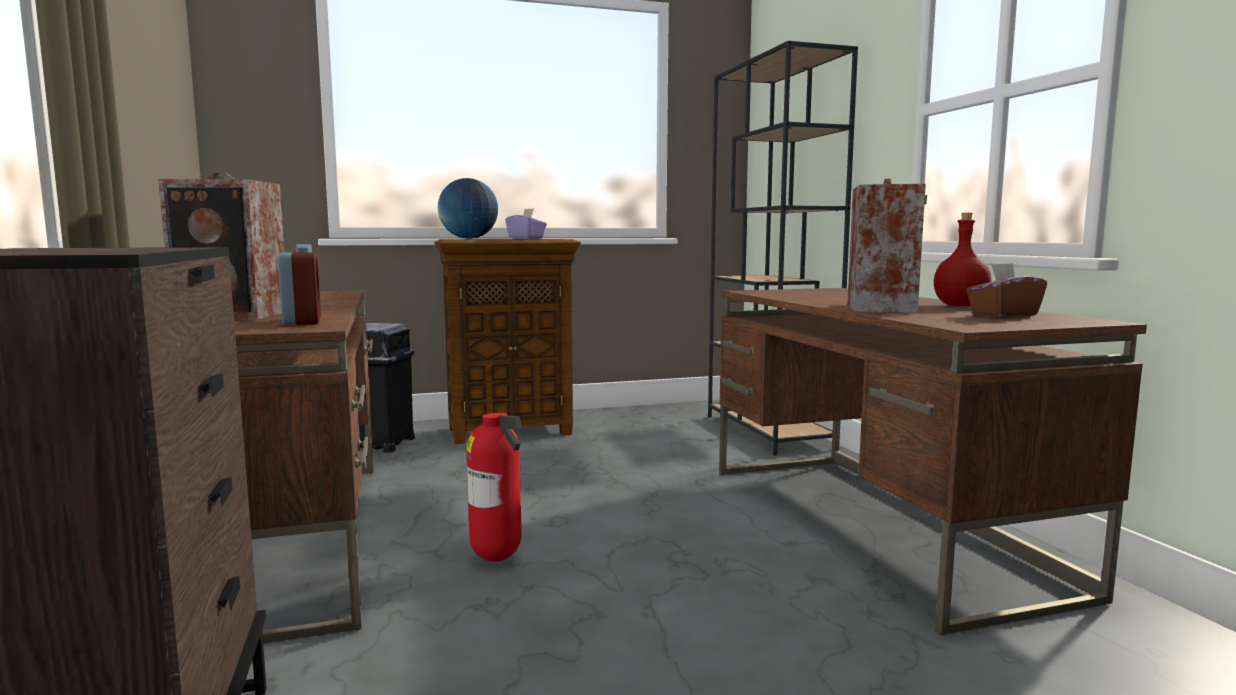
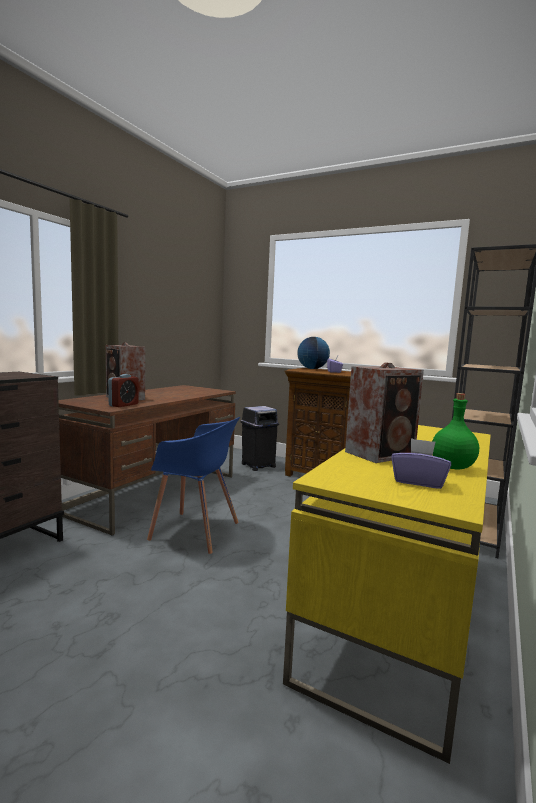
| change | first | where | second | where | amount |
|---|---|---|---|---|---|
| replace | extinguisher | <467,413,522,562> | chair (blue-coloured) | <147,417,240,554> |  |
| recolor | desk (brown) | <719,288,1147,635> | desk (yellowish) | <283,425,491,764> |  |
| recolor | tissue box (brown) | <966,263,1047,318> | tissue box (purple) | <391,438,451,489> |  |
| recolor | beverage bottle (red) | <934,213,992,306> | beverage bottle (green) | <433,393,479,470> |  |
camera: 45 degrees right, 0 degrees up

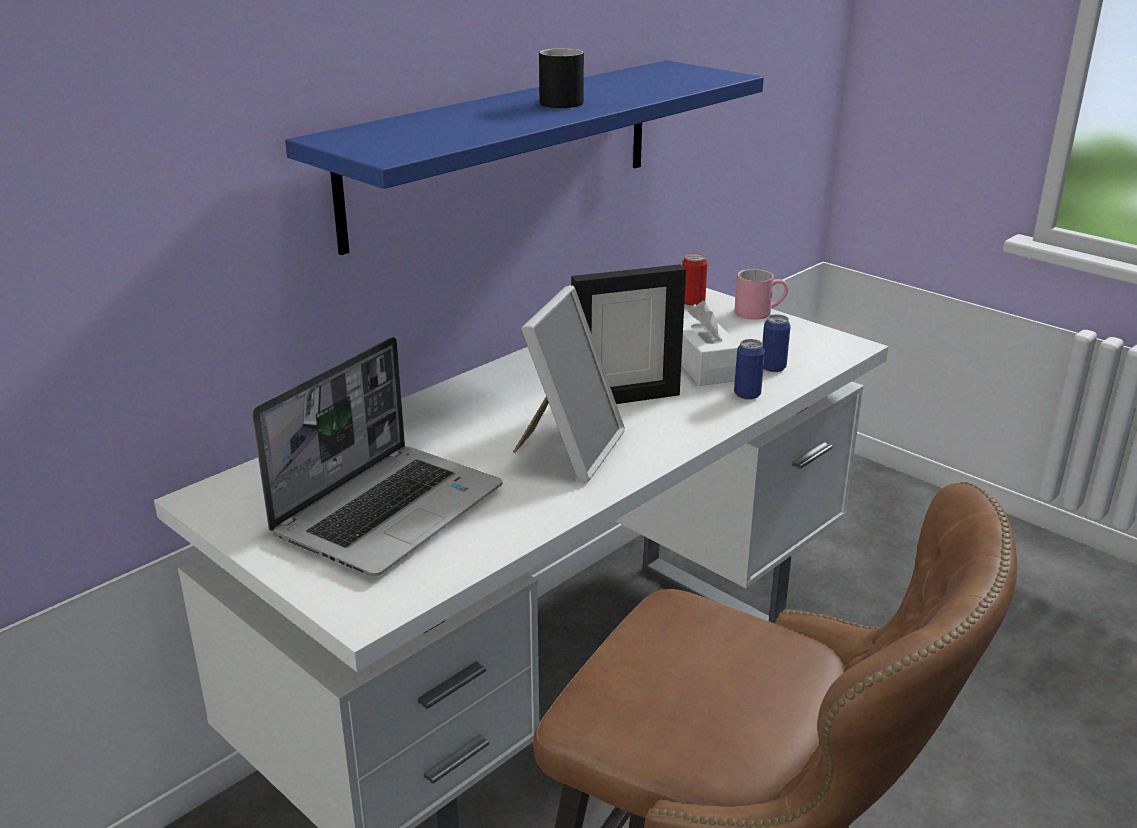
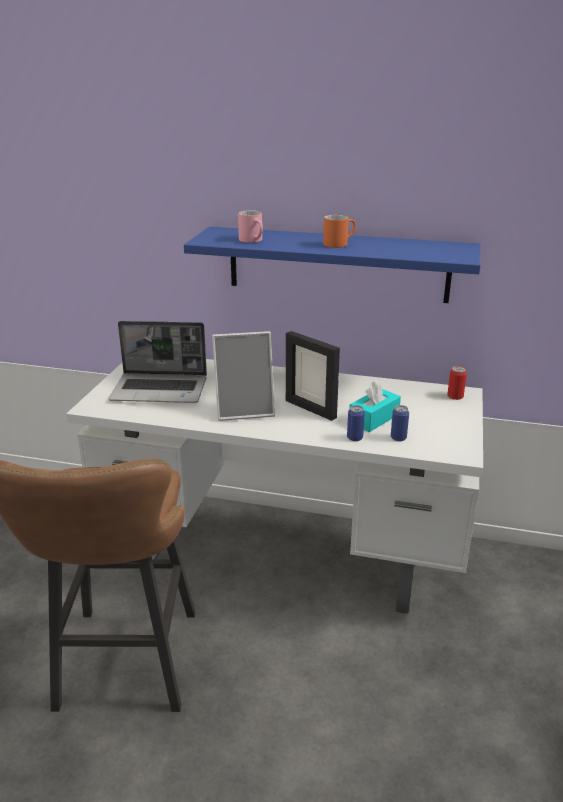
| change | first | where | second | where | amount |
|---|---|---|---|---|---|
| move | tea mug (pink) | <735,269,788,320> |  | <238,210,263,243> |  |
| recolor | tea mug (black-coloured) | <539,48,584,108> | tea mug (orange-coloured) | <323,215,356,248> |  |
| recolor | tissue box (white-coloured) | <681,301,740,386> | tissue box (turquoise-coloured) | <349,380,401,432> |  |
camera: 60 degrees right, 0 degrees up

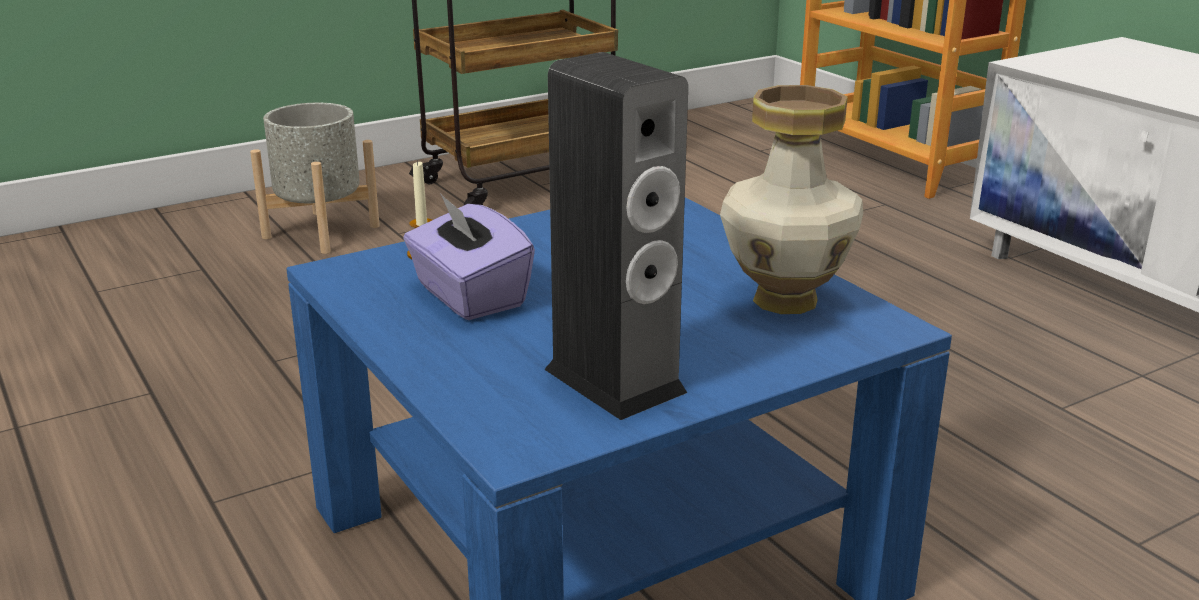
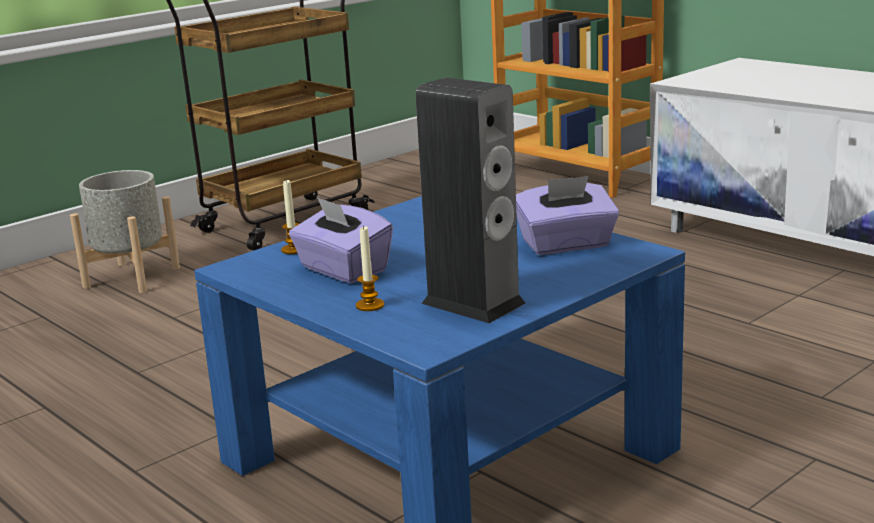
| change | first | where | second | where | amount |
|---|---|---|---|---|---|
| insert |  |  | wax candle | <356,225,384,311> |  |
| replace | flower vase | <720,85,863,314> | tissue box (purple) | <516,176,619,255> |  |
camera: 10 degrees left, 5 degrees down

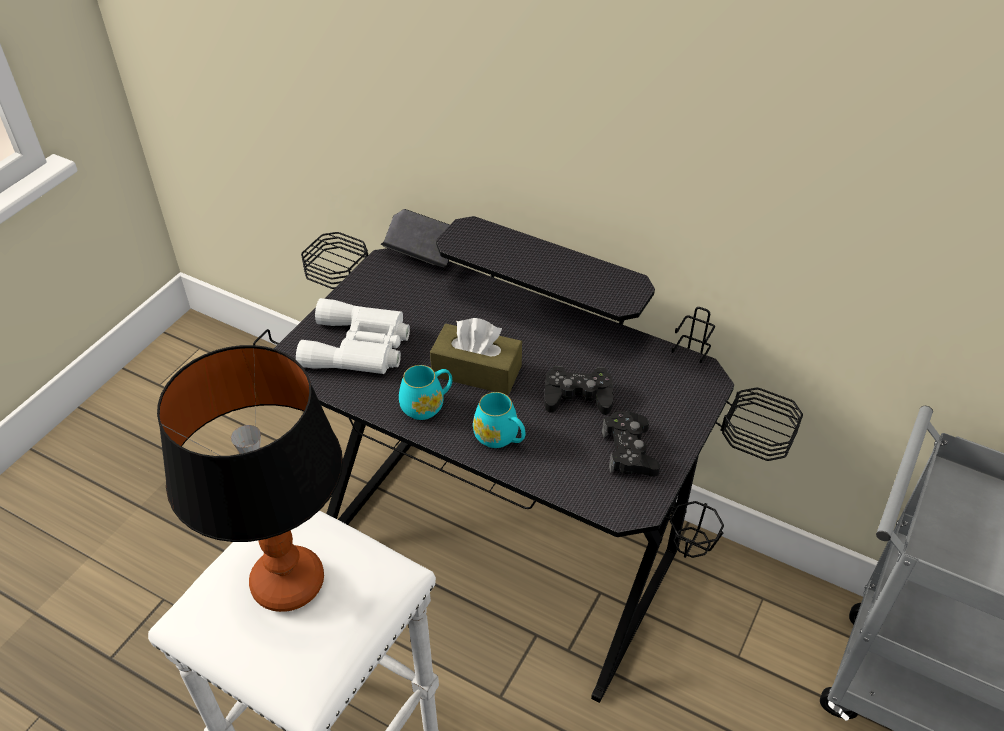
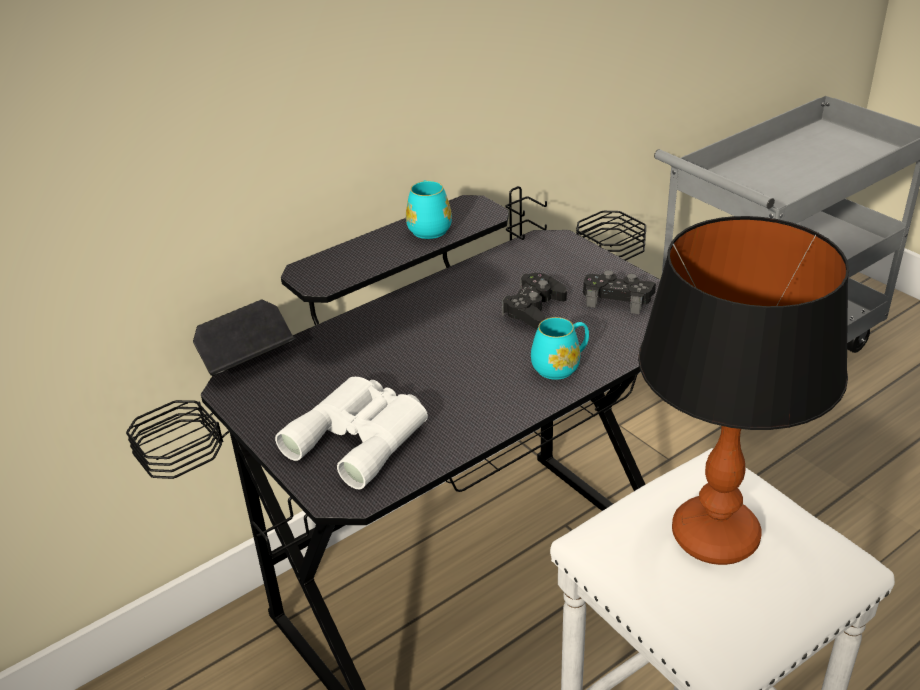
| change | first | where | second | where | amount |
|---|---|---|---|---|---|
| move | tea mug (turquoise-coloured) | <399,365,452,420> |  | <406,180,452,239> |  |
| delete | tissue box (brown) | <430,318,522,395> |  |  |  |
camera: 65 degrees left, 10 degrees down

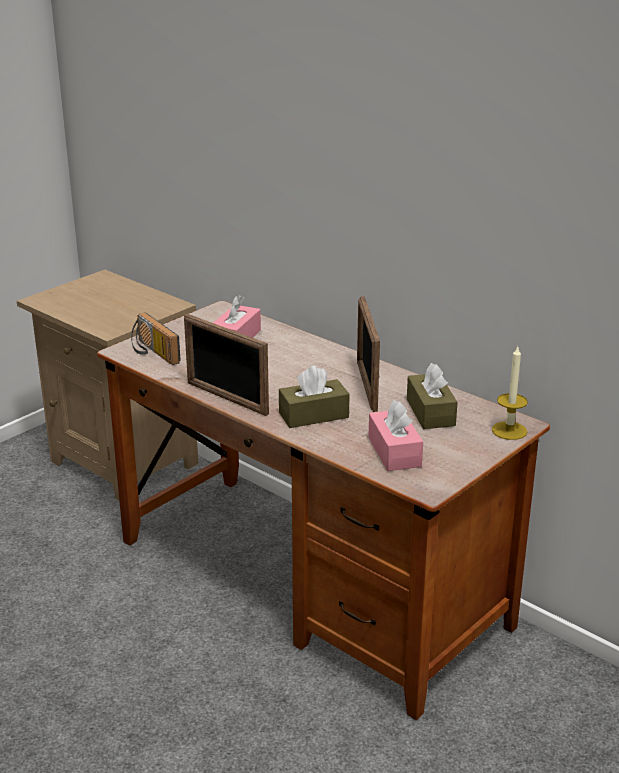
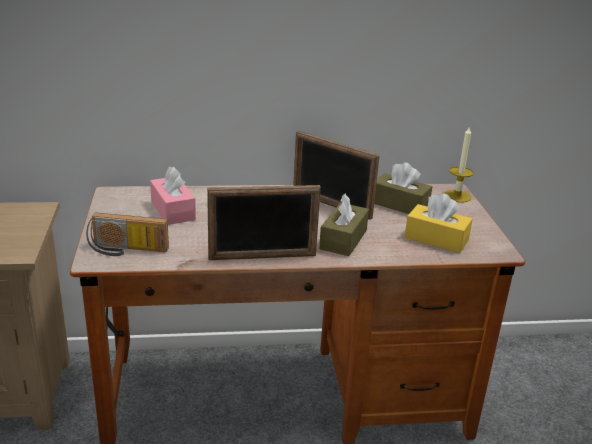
| change | first | where | second | where | amount |
|---|---|---|---|---|---|
| recolor | tissue box (pink) | <368,400,423,471> | tissue box (yellowish) | <405,194,473,253> |  |
camera: 50 degrees left, 0 degrees up

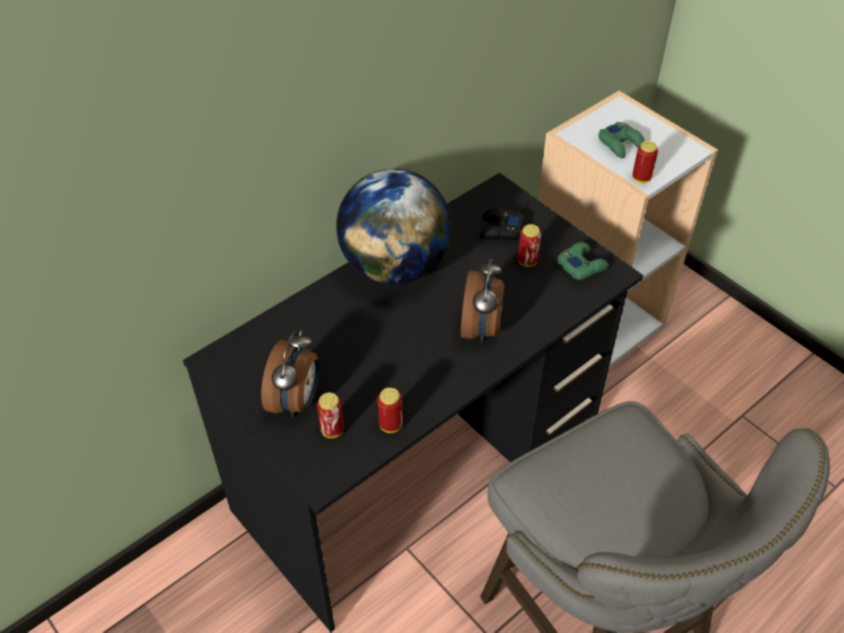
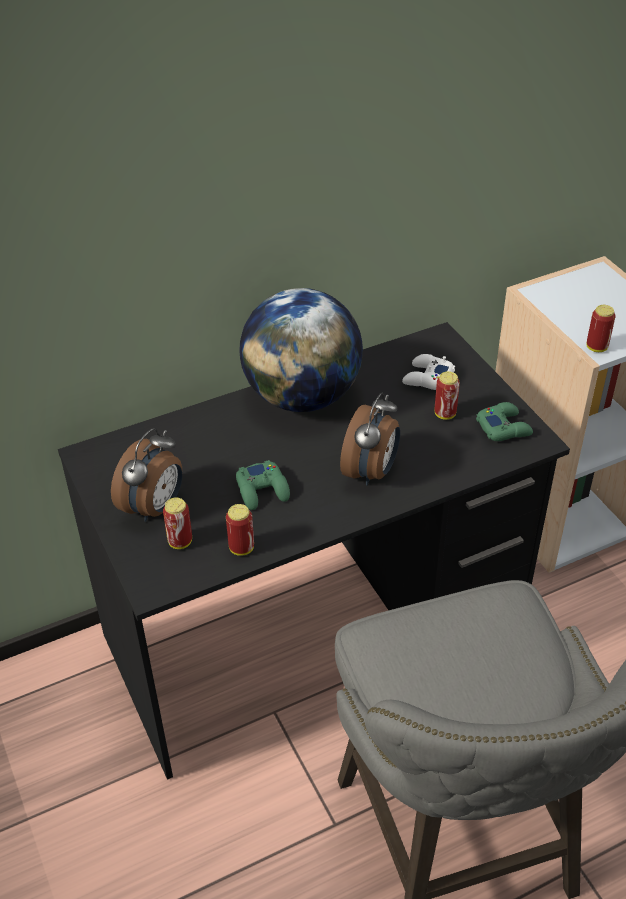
| change | first | where | second | where | amount |
|---|---|---|---|---|---|
| move | joypad (green) | <598,122,645,158> |  | <236,460,290,510> |  |
| recolor | joypad (black-coloured) | <480,208,524,240> | joypad (white-coloured) | <402,354,455,390> |  |
camera: 15 degrees right, 5 degrees down

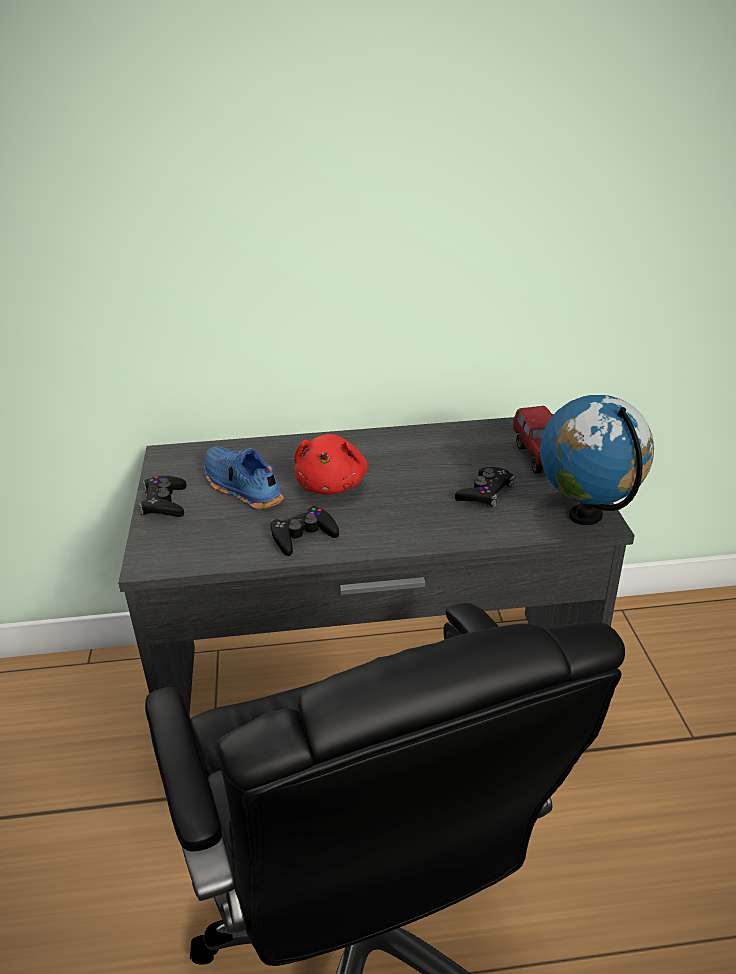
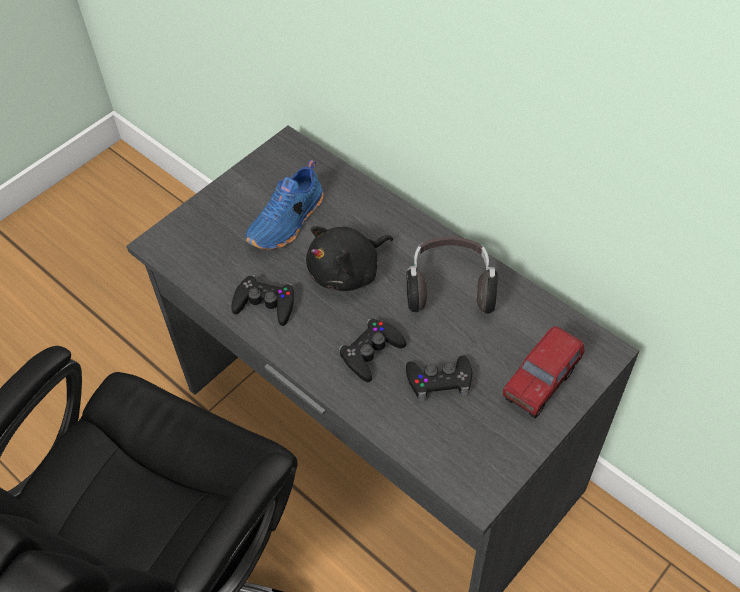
| change | first | where | second | where | amount |
|---|---|---|---|---|---|
| rotate | shoe (blue-coloured) | <204,446,284,509> |  | <245,160,324,250> | 150 degrees counterclockwise |
| recolor | soft toy (red) | <295,434,368,495> | soft toy (black-coloured) | <306,226,393,291> |  |
| move | joypad (black-coloured) | <139,476,187,517> |  | <339,319,406,382> |  |
| insert |  |  | pair of headphones | <406,237,498,314> |  |
| delete | globe | <540,395,654,525> |  |  |  |
camera: 50 degrees right, 20 degrees up

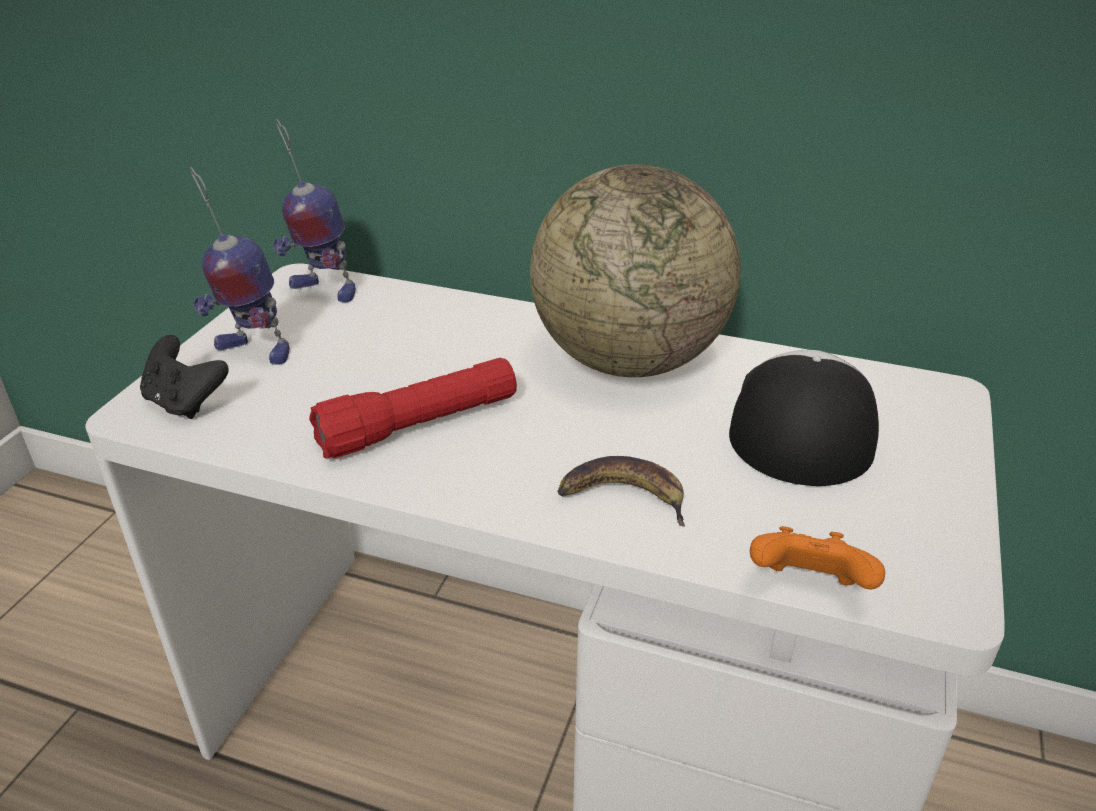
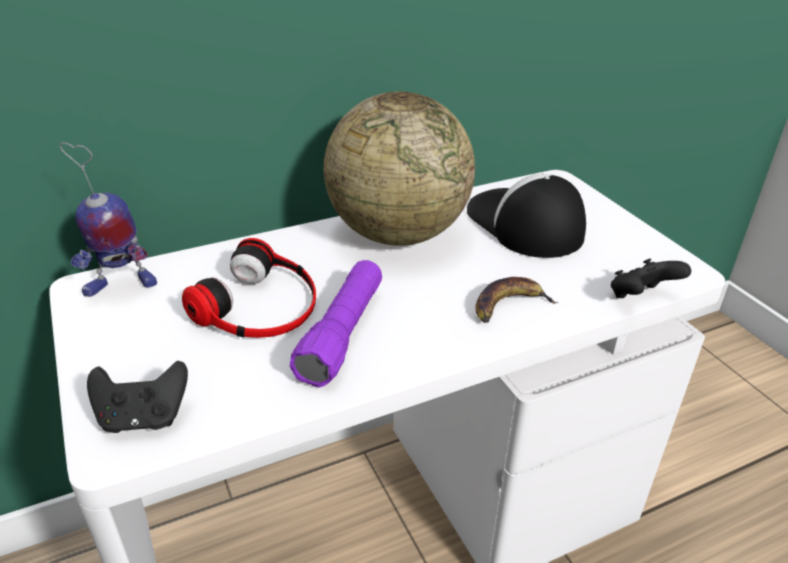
| change | first | where | second | where | amount |
|---|---|---|---|---|---|
| insert |  |  | pair of headphones | <182,238,316,338> |  |
| recolor | torch (red) | <309,358,517,458> | torch (purple) | <290,260,382,388> |  |
| recolor | joypad (orange-coloured) | <750,526,885,590> | joypad (black-coloured) | <611,259,691,298> |  |
| delete | toy robot | <190,167,290,365> |  |  |  |
camera: 45 degrees left, 0 degrees up

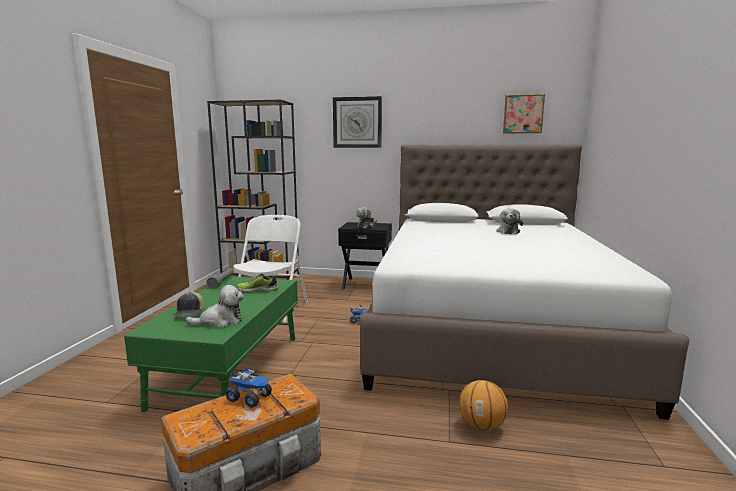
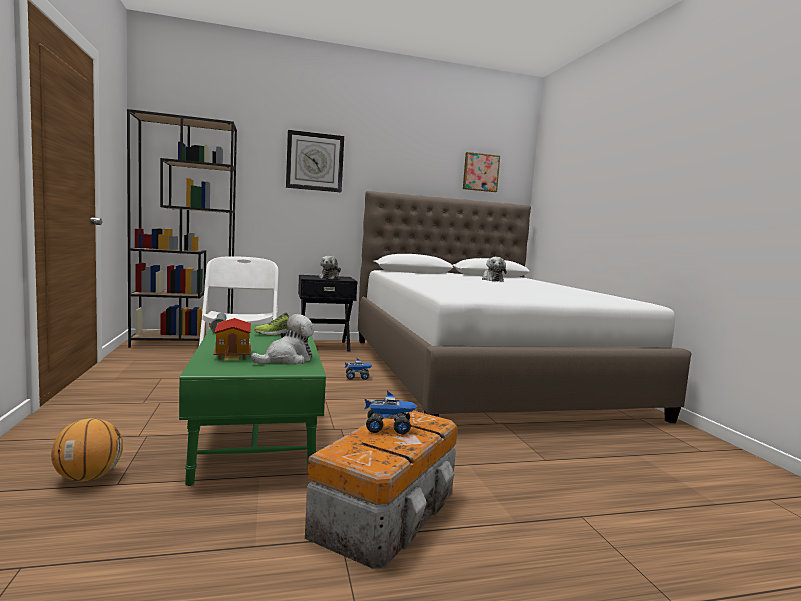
| change | first | where | second | where | amount |
|---|---|---|---|---|---|
| move | basketball | <459,380,508,431> |  | <51,418,123,482> |  |
| replace | cap | <174,292,204,319> | model house | <213,318,251,361> |  |
camera: 25 degrees left, 5 degrees down

